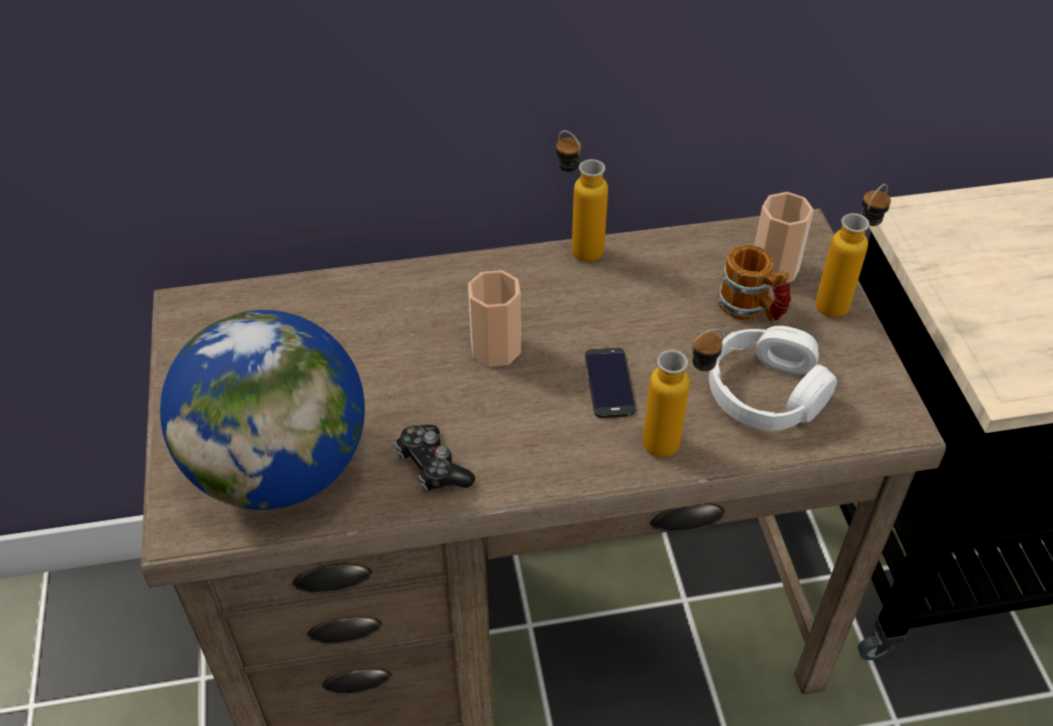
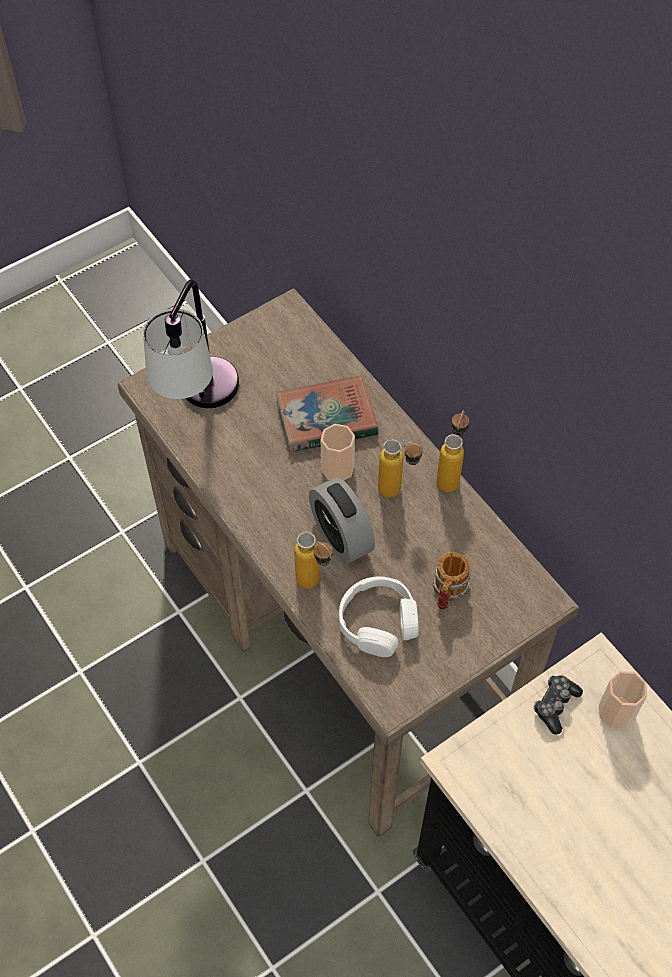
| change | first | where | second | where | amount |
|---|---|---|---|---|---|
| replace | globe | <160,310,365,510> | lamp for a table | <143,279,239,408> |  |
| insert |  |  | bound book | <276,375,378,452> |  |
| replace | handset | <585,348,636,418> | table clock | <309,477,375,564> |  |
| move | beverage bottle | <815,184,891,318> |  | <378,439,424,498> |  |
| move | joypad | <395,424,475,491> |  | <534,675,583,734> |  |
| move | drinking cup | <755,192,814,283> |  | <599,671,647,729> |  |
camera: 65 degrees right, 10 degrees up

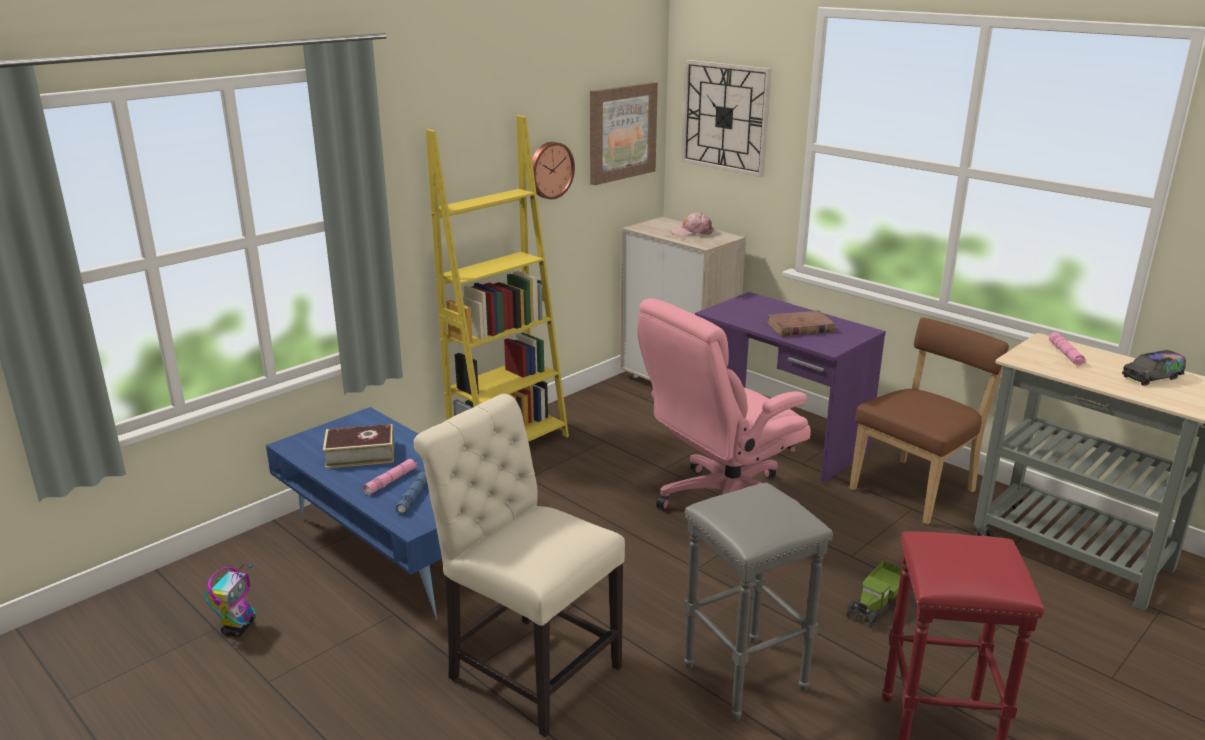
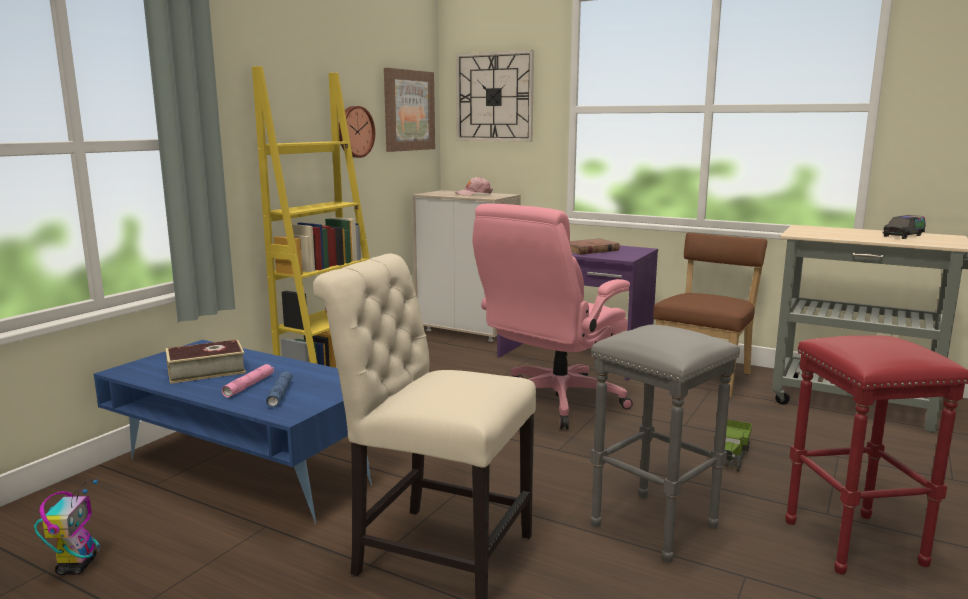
| change | first | where | second | where | amount |
|---|---|---|---|---|---|
| delete | torch (pink) | <1049,332,1086,366> |  |  |  |
camera: 15 degrees left, 10 degrees down

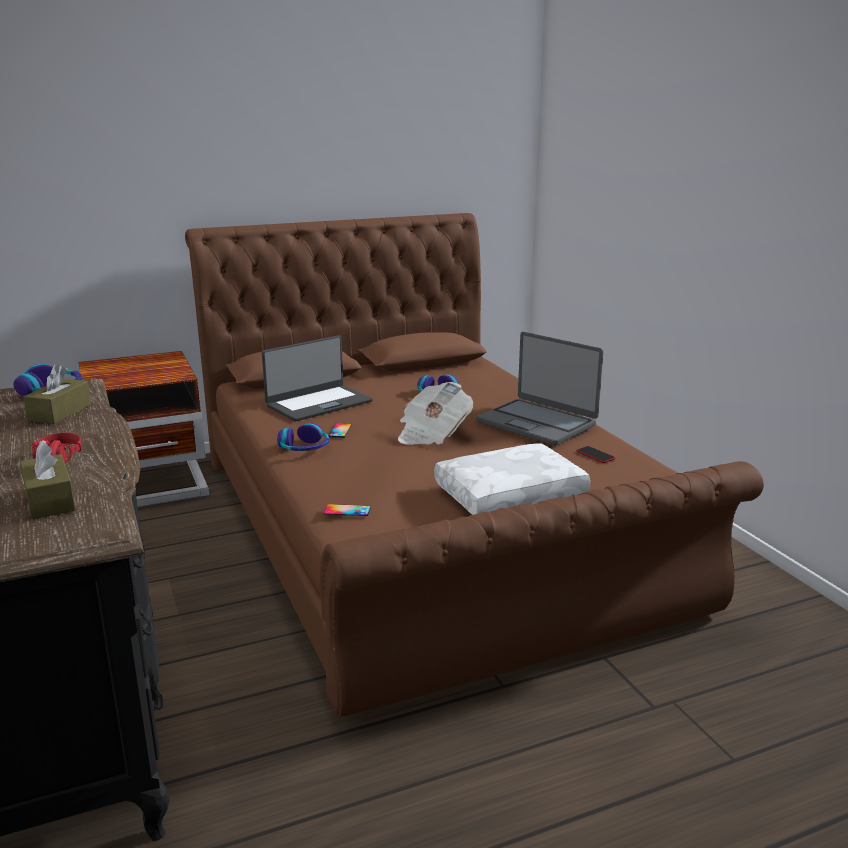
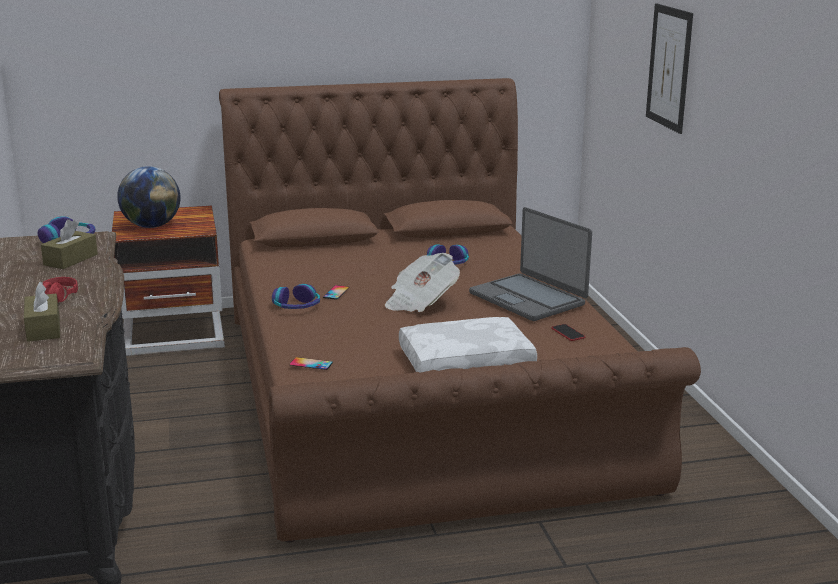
| change | first | where | second | where | amount |
|---|---|---|---|---|---|
| insert |  |  | globe | <117,166,181,228> |  |
| insert |  |  | picture | <646,3,693,134> |  |
| delete | laptop | <262,335,373,422> |  |  |  |
camera: 10 degrees right, 0 degrees up

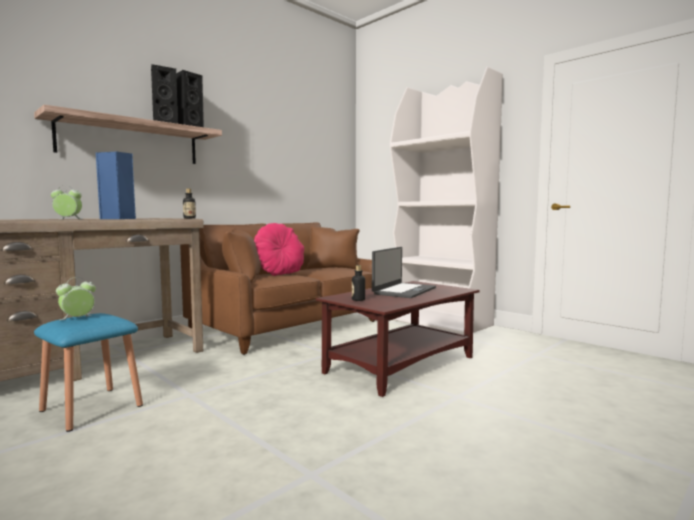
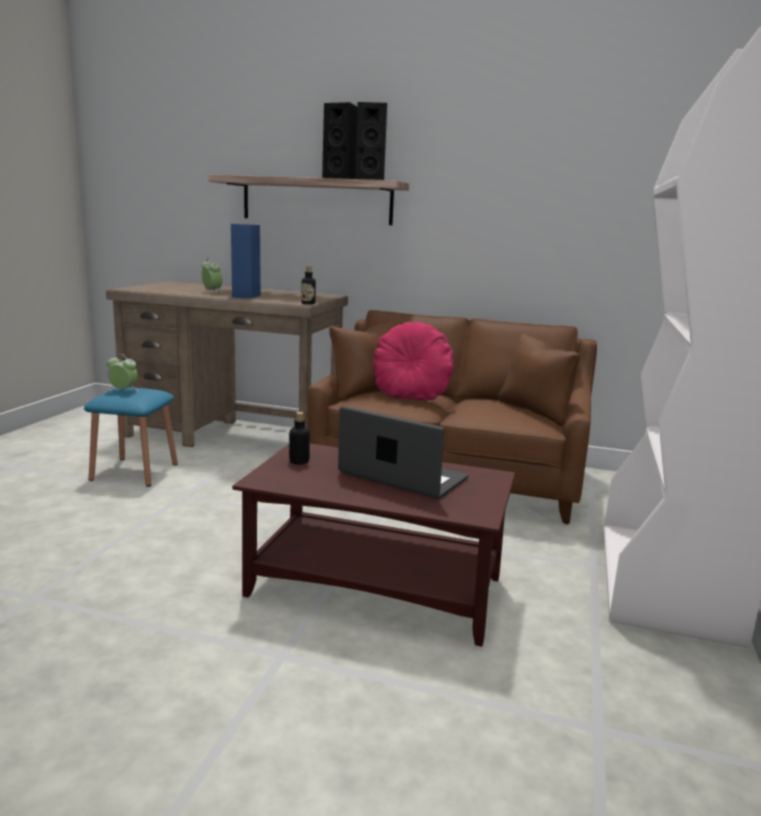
| change | first | where | second | where | amount |
|---|---|---|---|---|---|
| rotate | laptop | <372,247,436,298> |  | <338,406,468,499> | 150 degrees counterclockwise |
camera: 60 degrees right, 10 degrees up

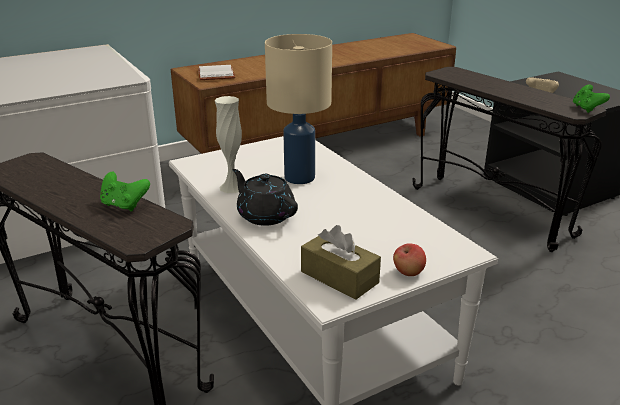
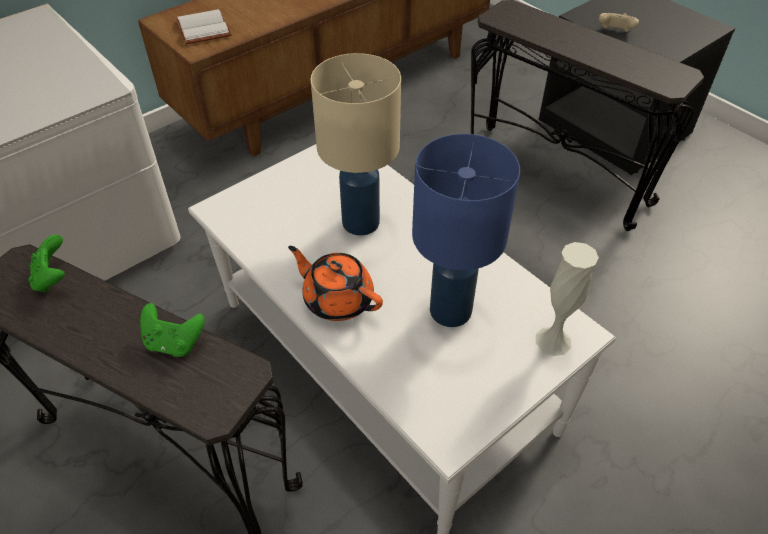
| change | first | where | second | where | amount |
|---|---|---|---|---|---|
| move | joypad (green) | <573,85,610,113> |  | <28,235,65,293> |  |
| recolor | tea pot (black-coloured) | <233,169,298,226> | tea pot (orange-coloured) | <288,246,383,321> |  |
| insert |  |  | lamp for a table (blue-coloured) | <412,134,520,327> |  |
| move | flower vase (white-coloured) | <215,96,242,193> |  | <536,242,599,356> |  |
| delete | tissue box (brown) | <301,225,381,300> |  |  |  |
| delete | apple fruit | <393,243,426,276> |  |  |  |
camera: 10 degrees left, 20 degrees up

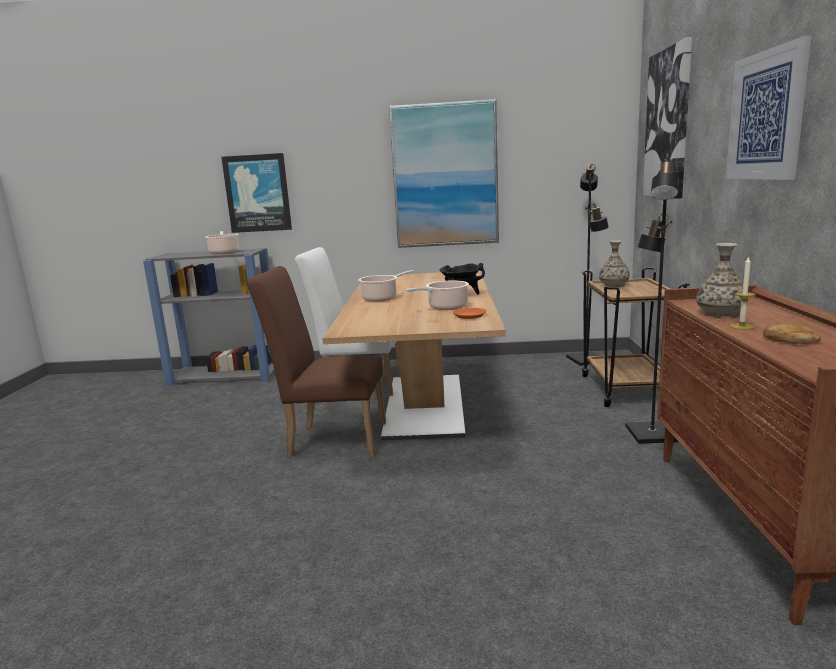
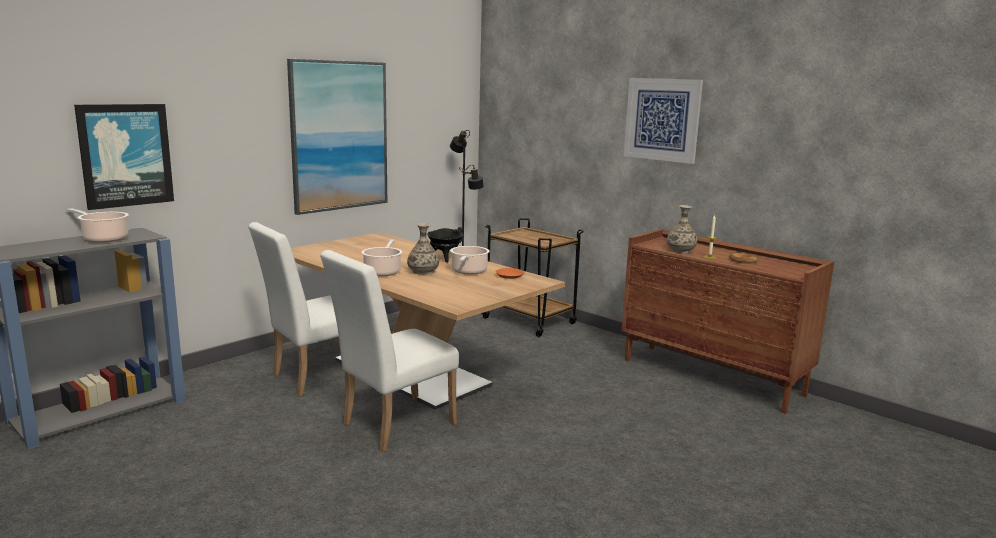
| change | first | where | second | where | amount |
|---|---|---|---|---|---|
| recolor | chair (brown) | <247,266,386,458> | chair (white-coloured) | <320,250,459,452> |  |
| move | flower vase | <599,240,630,287> |  | <407,223,439,275> |  |
| delete | standing lamp (black-coloured) | <625,159,679,444> |  |  |  |
| delete | picture | <643,37,692,199> |  |  |  |
camera: 50 degrees left, 0 degrees up

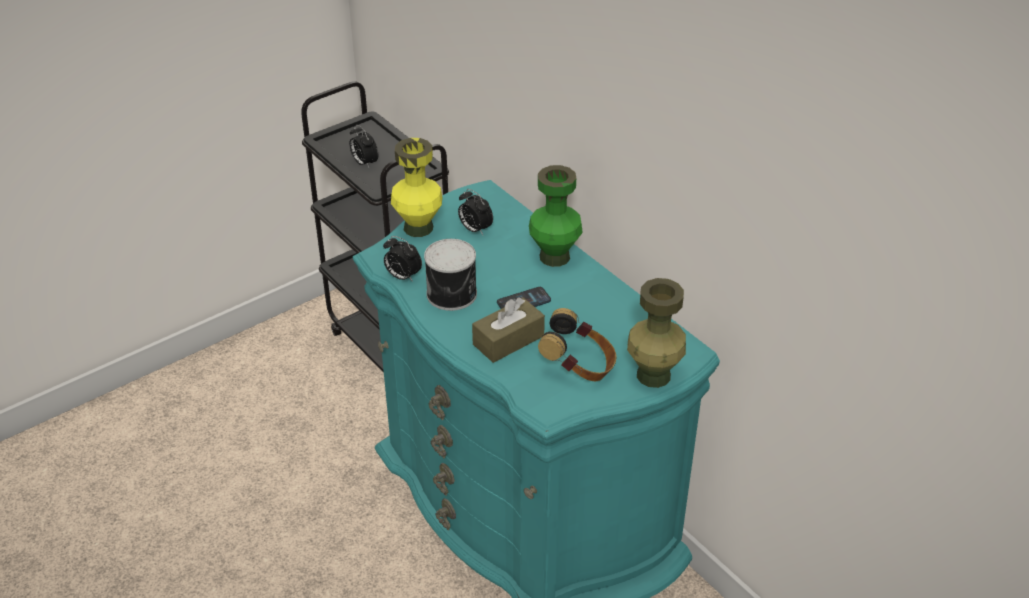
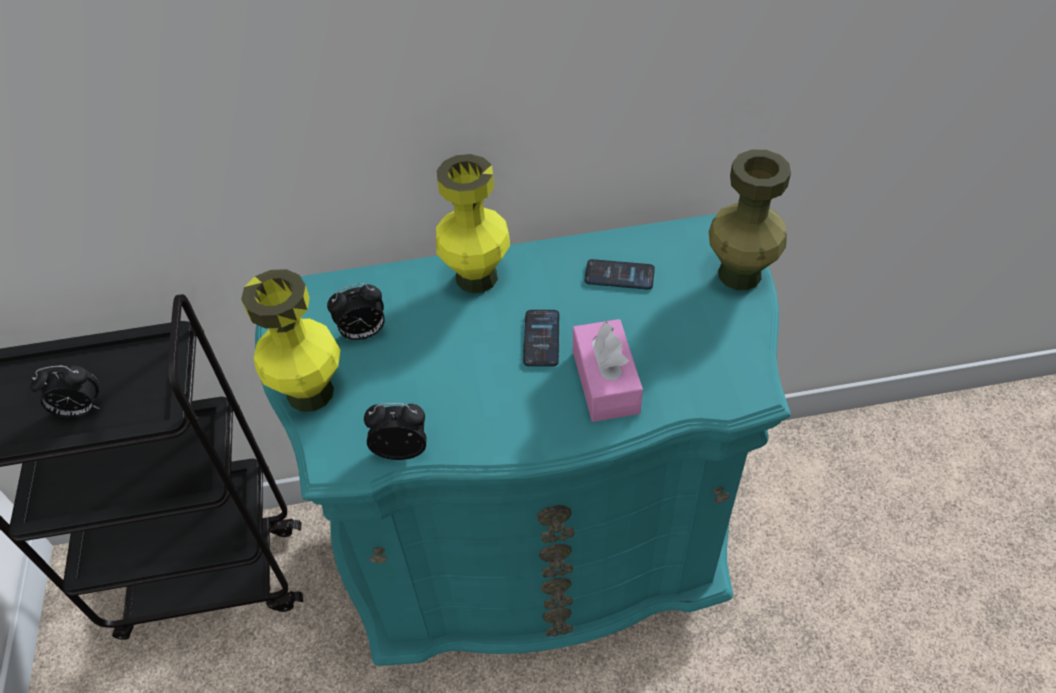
| change | first | where | second | where | amount |
|---|---|---|---|---|---|
| rotate | table clock | <383,236,422,282> |  | <364,403,427,460> | 150 degrees counterclockwise |
| recolor | flower vase (green) | <529,165,583,267> | flower vase (yellowish) | <436,154,510,293> |  |
| recolor | tissue box (brown) | <472,297,545,363> | tissue box (pink) | <573,319,643,422> |  |
| insert |  |  | handset | <585,259,655,290> |  |
| delete | sealed can | <424,239,477,311> |  |  |  |
| delete | pair of headphones | <538,308,616,381> |  |  |  |
camera: 60 degrees left, 10 degrees up

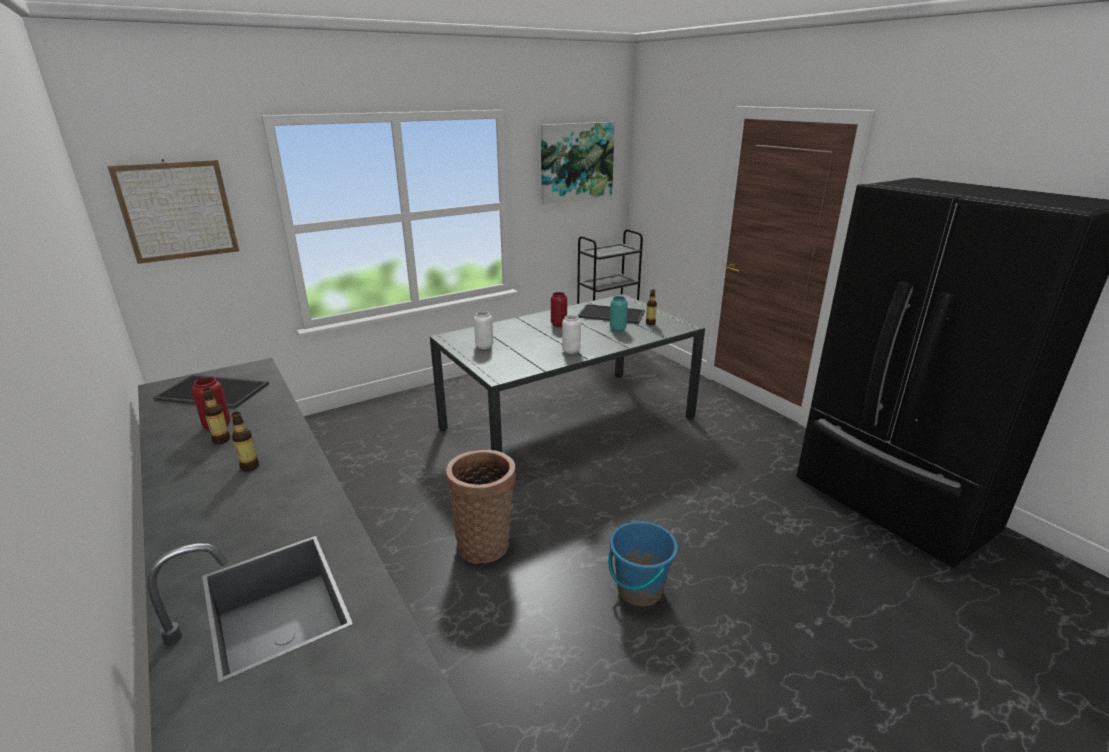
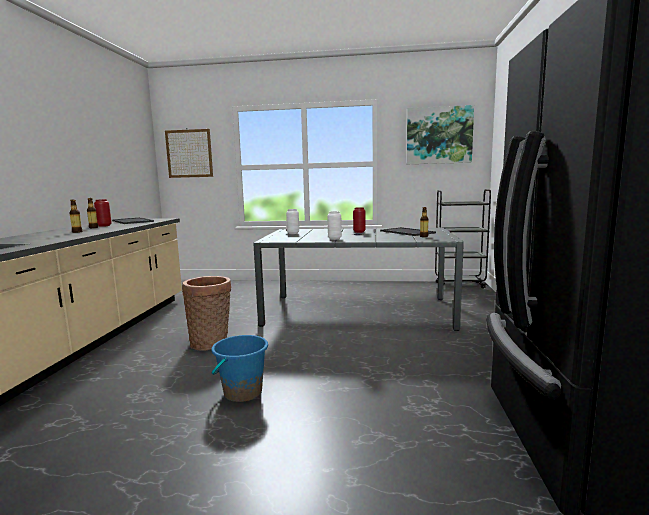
| change | first | where | second | where | amount |
|---|---|---|---|---|---|
| delete | flower vase (turquoise-coloured) | <610,296,628,332> |  |  |  |
camera: 40 degrees right, 15 degrees down

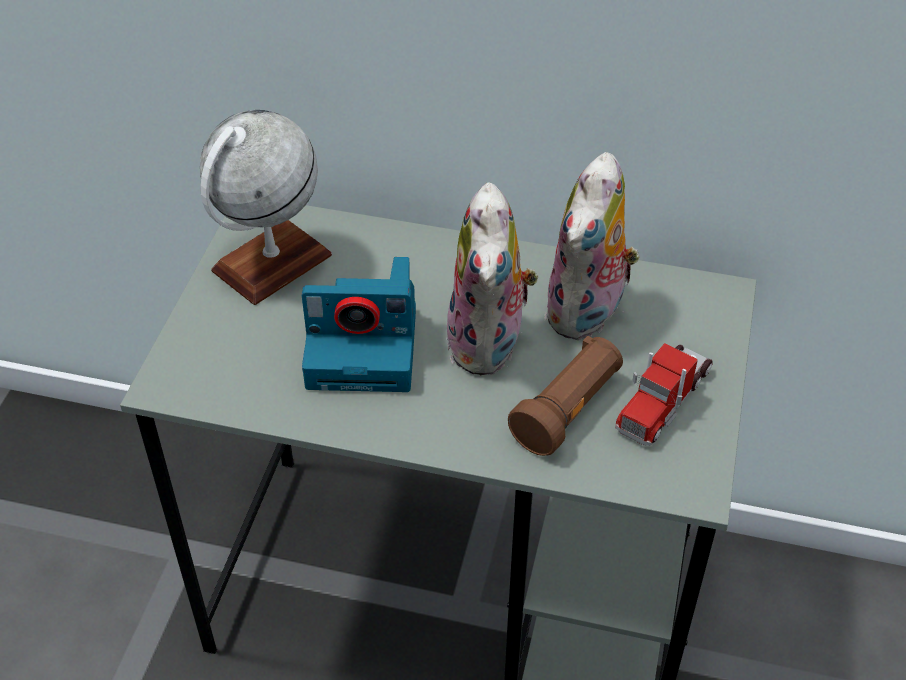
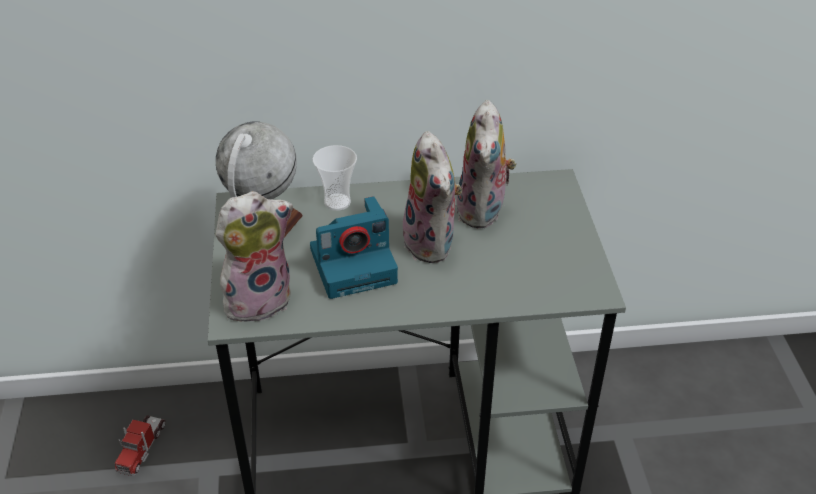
| change | first | where | second | where | amount |
|---|---|---|---|---|---|
| move | toy lorry | <615,343,713,446> |  | <115,415,165,476> |  |
| insert |  |  | soft toy | <216,191,293,326> |  |
| insert |  |  | drinking cup | <313,145,357,211> |  |
| delete | torch (brown) | <508,336,623,456> |  |  |  |
camera: 20 degrees left, 5 degrees down

